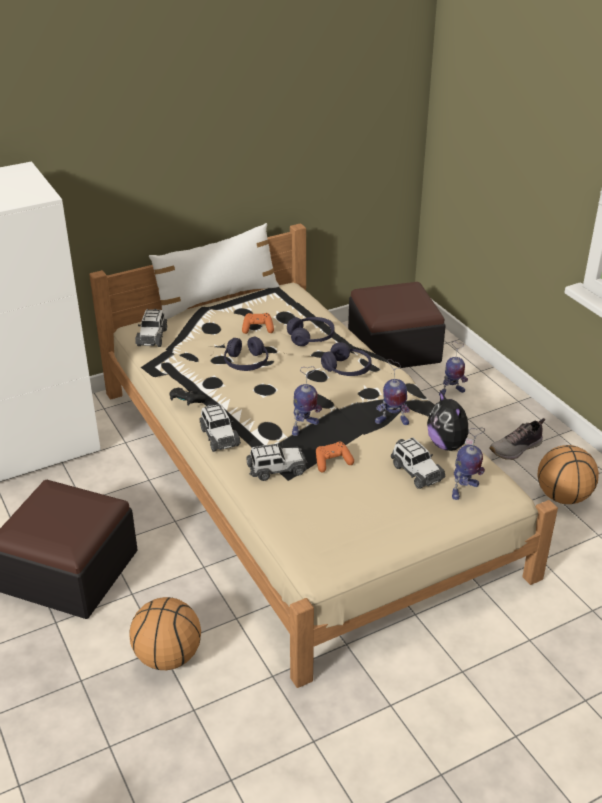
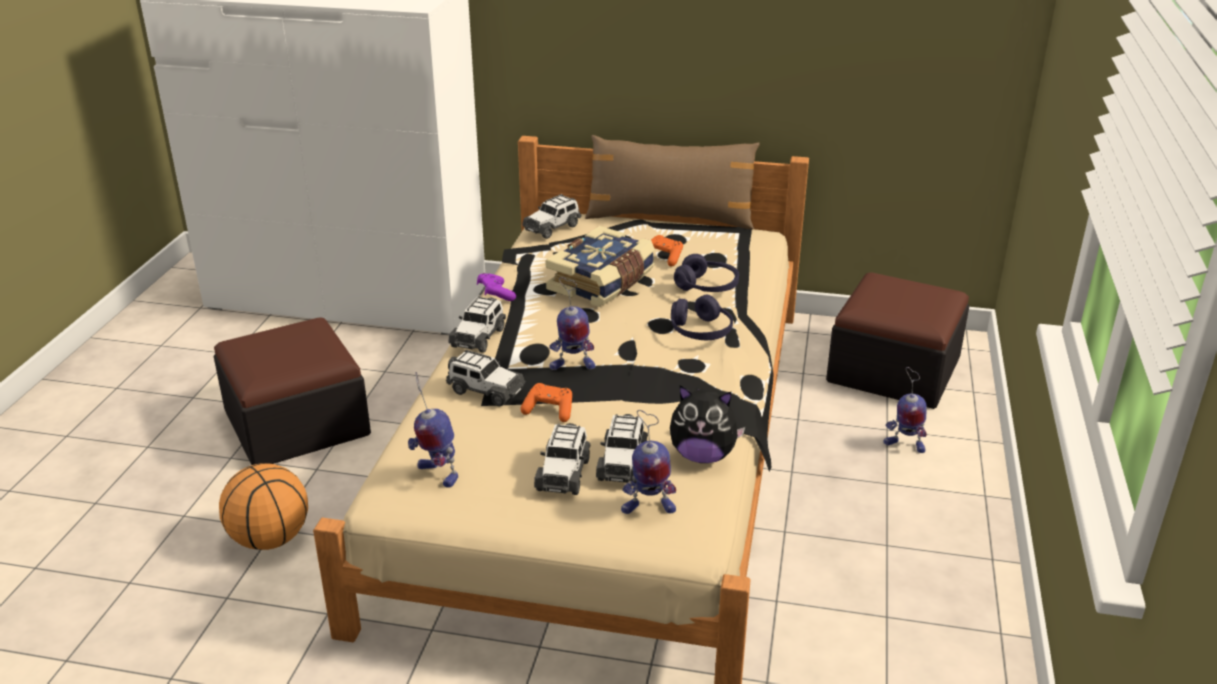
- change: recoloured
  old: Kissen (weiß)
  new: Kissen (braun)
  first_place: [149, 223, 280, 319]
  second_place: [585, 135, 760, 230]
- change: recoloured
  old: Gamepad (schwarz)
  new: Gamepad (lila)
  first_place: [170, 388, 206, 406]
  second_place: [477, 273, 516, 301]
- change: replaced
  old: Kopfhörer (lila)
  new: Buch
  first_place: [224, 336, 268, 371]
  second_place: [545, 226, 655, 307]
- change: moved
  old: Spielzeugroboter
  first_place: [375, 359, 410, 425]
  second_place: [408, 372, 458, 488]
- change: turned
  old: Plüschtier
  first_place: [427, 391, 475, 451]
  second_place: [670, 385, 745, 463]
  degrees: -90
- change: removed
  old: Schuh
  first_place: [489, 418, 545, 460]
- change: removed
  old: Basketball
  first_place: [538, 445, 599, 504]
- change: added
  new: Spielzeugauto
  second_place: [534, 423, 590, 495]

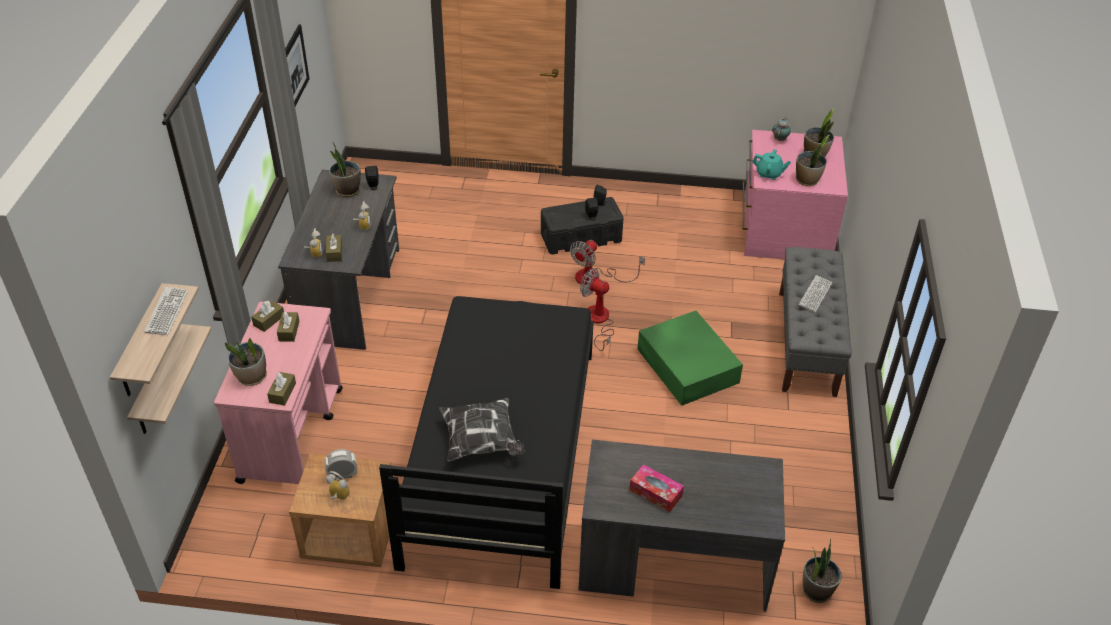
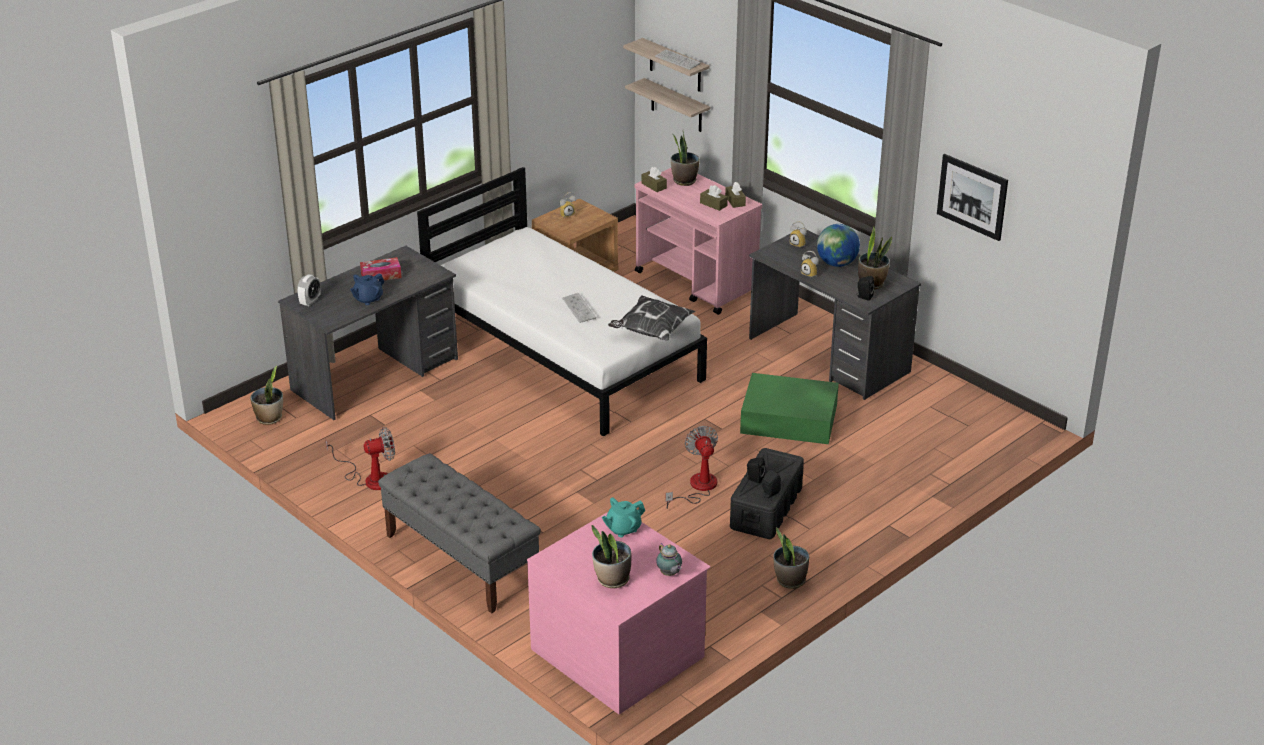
- change: moved
  old: Wecker
  first_place: [325, 449, 357, 480]
  second_place: [297, 274, 321, 306]
- change: removed
  old: Taschentuchbox (braun)
  first_place: [326, 233, 342, 262]
- change: recoloured
  old: Bett (schwarz)
  new: Bett (weiß)
  first_place: [379, 296, 594, 589]
  second_place: [417, 167, 707, 437]
- change: moved
  old: Kissen
  first_place: [439, 398, 525, 461]
  second_place: [608, 296, 695, 341]
- change: moved
  old: Ventilator
  first_place: [580, 268, 614, 351]
  second_place: [325, 427, 395, 490]
- change: moved
  old: Aufbewahrungsbox (grün)
  first_place: [637, 311, 743, 406]
  second_place: [740, 373, 839, 444]
- change: moved
  old: Topfpflanze
  first_place: [796, 135, 829, 186]
  second_place: [773, 527, 809, 589]
- change: moved
  old: Tastatur
  first_place: [799, 275, 832, 312]
  second_place: [562, 293, 596, 323]
- change: added
  new: Teekanne (blau)
  second_place: [350, 273, 384, 305]
- change: added
  new: Globus
  second_place: [817, 224, 860, 267]

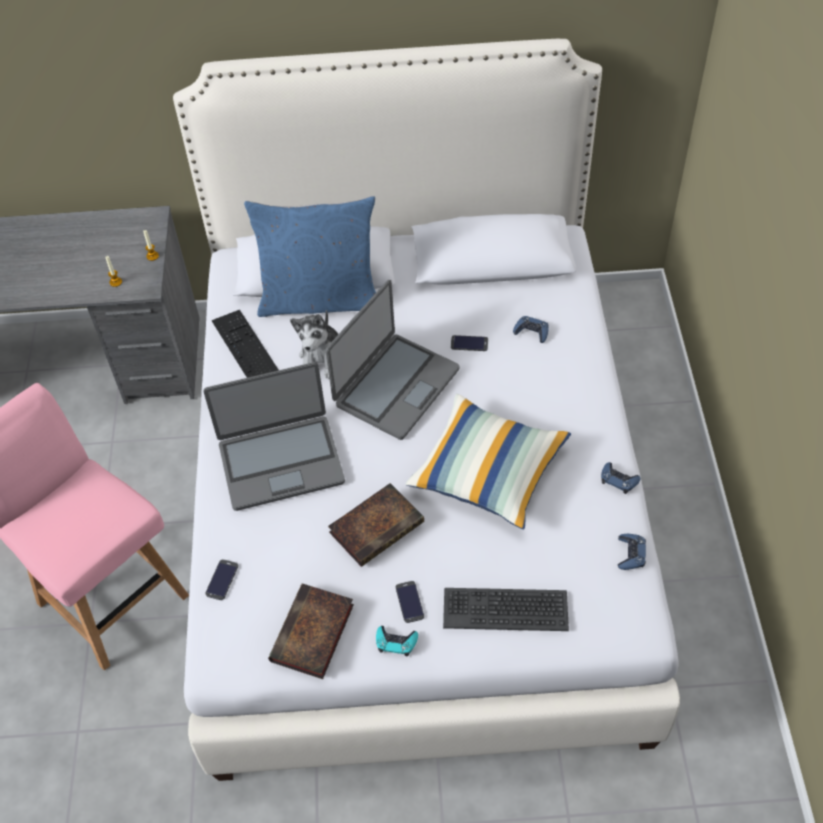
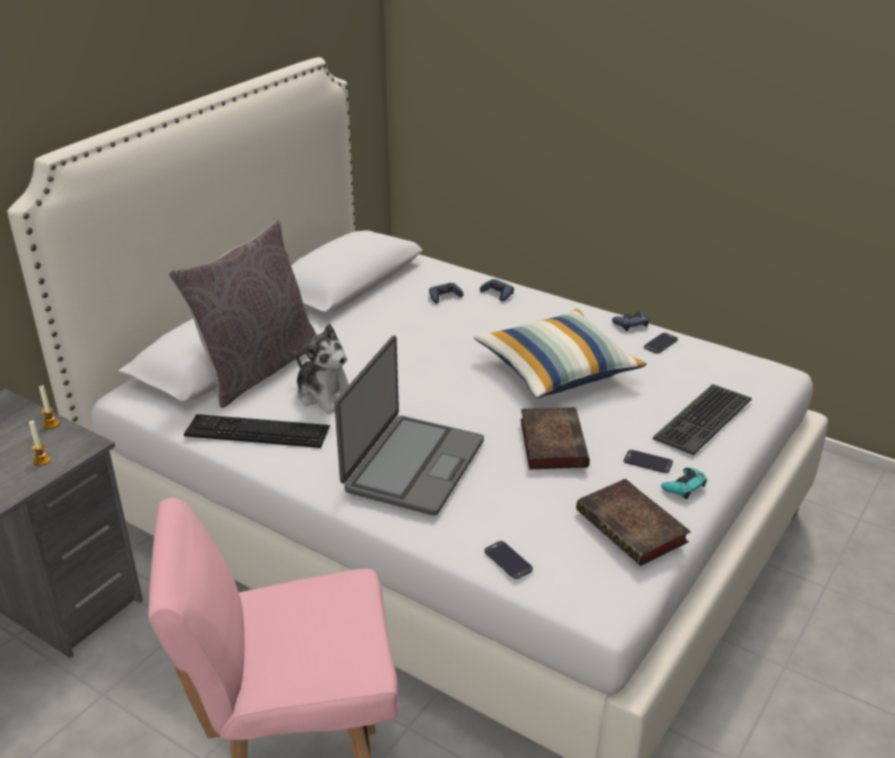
- change: recoloured
  old: Kissen (blau)
  new: Kissen (grau)
  first_place: [244, 196, 376, 317]
  second_place: [168, 221, 316, 408]
- change: removed
  old: Laptop
  first_place: [325, 280, 460, 440]
- change: moved
  old: Handy
  first_place: [451, 335, 489, 351]
  second_place: [644, 332, 678, 354]
- change: moved
  old: Gamepad (blau)
  first_place: [618, 534, 646, 570]
  second_place: [480, 279, 514, 301]

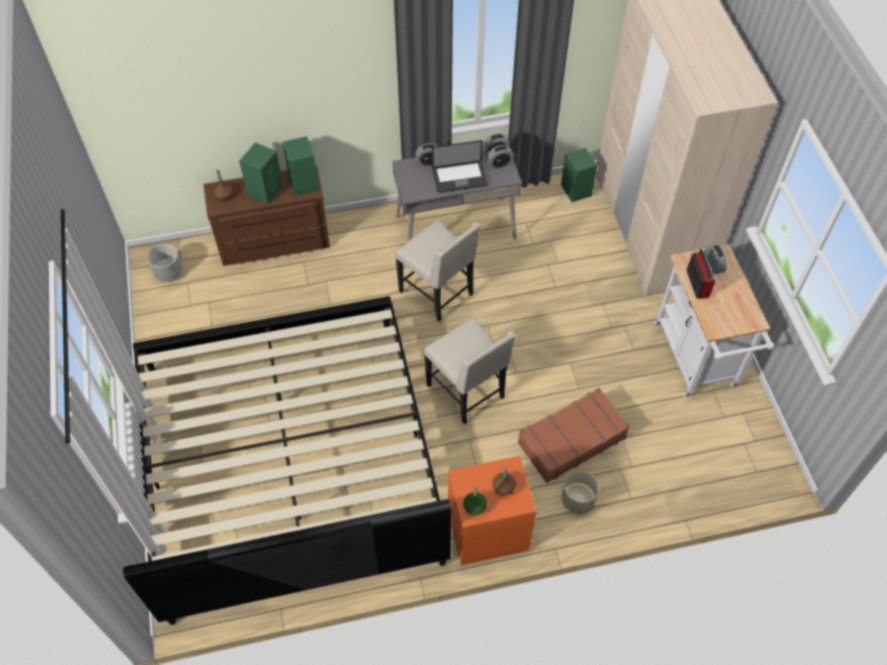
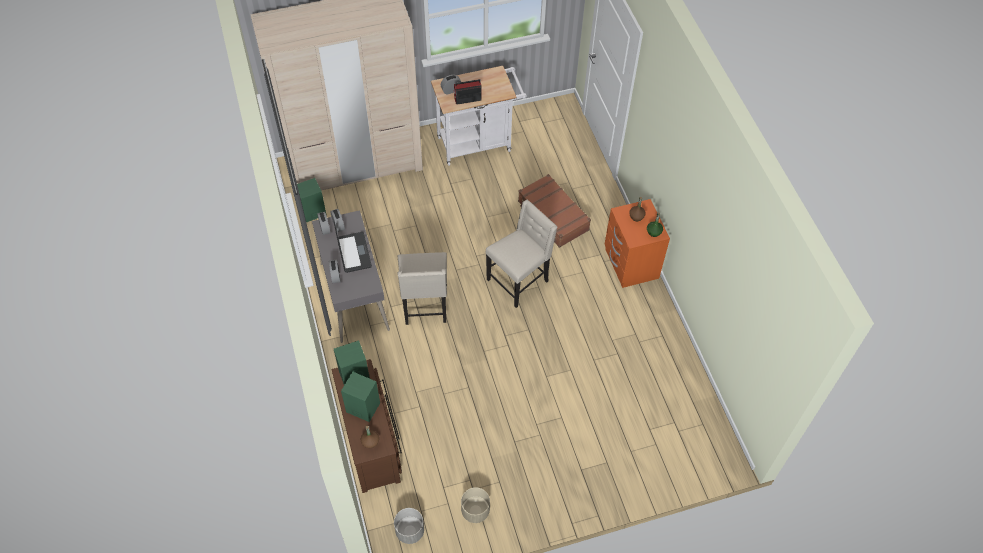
- change: removed
  old: Bett
  first_place: [123, 296, 452, 625]
- change: turned
  old: Stuhl (beige)
  first_place: [395, 220, 480, 322]
  second_place: [397, 252, 447, 325]
  degrees: 135
- change: moved
  old: Pflanzkübel (beige)
  first_place: [562, 471, 599, 514]
  second_place: [461, 487, 490, 523]

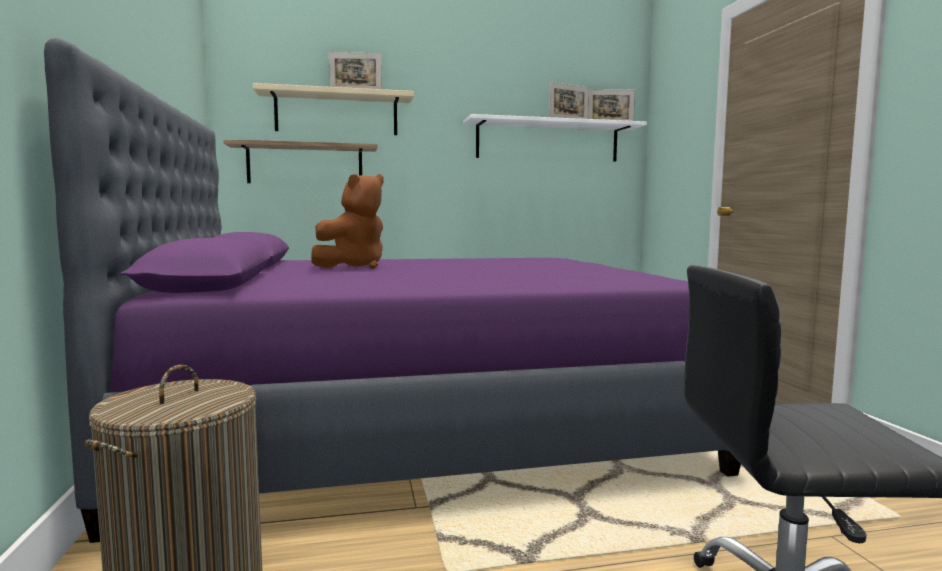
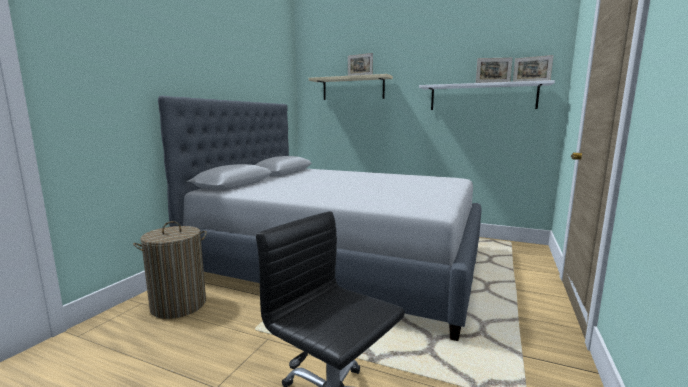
- change: recoloured
  old: Bett (lila)
  new: Bett (grau)
  first_place: [44, 38, 741, 543]
  second_place: [158, 96, 482, 341]
- change: removed
  old: Wandregal
  first_place: [223, 139, 377, 183]
- change: removed
  old: Plüschtier (braun)
  first_place: [311, 174, 384, 269]

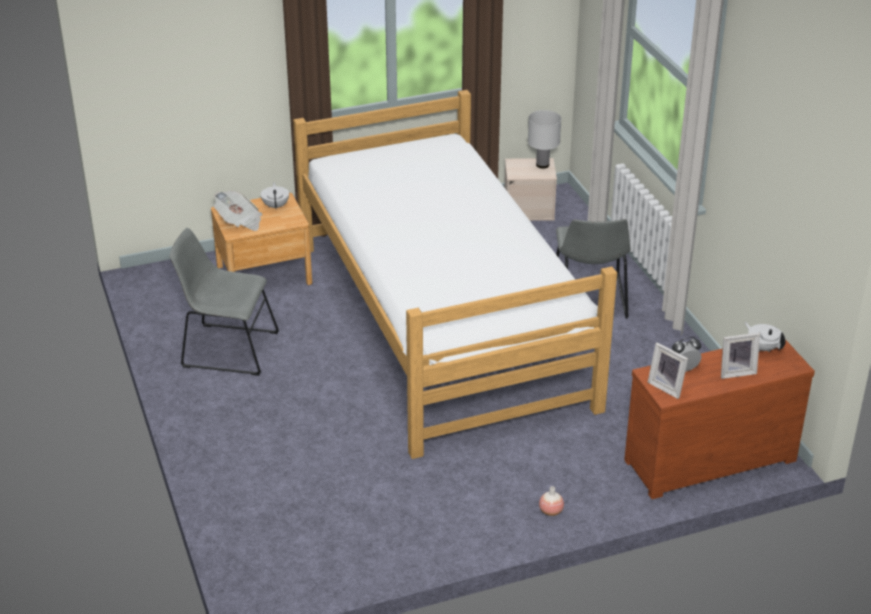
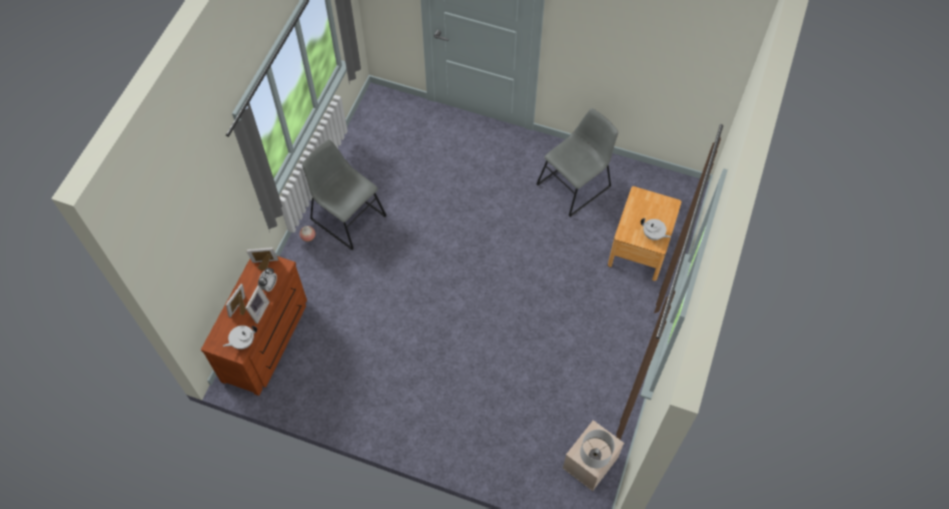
- change: removed
  old: Zeitung
  first_place: [214, 191, 262, 231]
- change: removed
  old: Bett
  first_place: [293, 90, 617, 459]
- change: moved
  old: Stuhl (grau)
  first_place: [556, 219, 631, 319]
  second_place: [302, 139, 387, 250]
- change: turned
  old: Teekanne (weiß)
  first_place: [744, 322, 786, 352]
  second_place: [223, 325, 257, 349]
  degrees: 150
- change: added
  new: Bilderrahmen
  second_place: [245, 285, 269, 324]

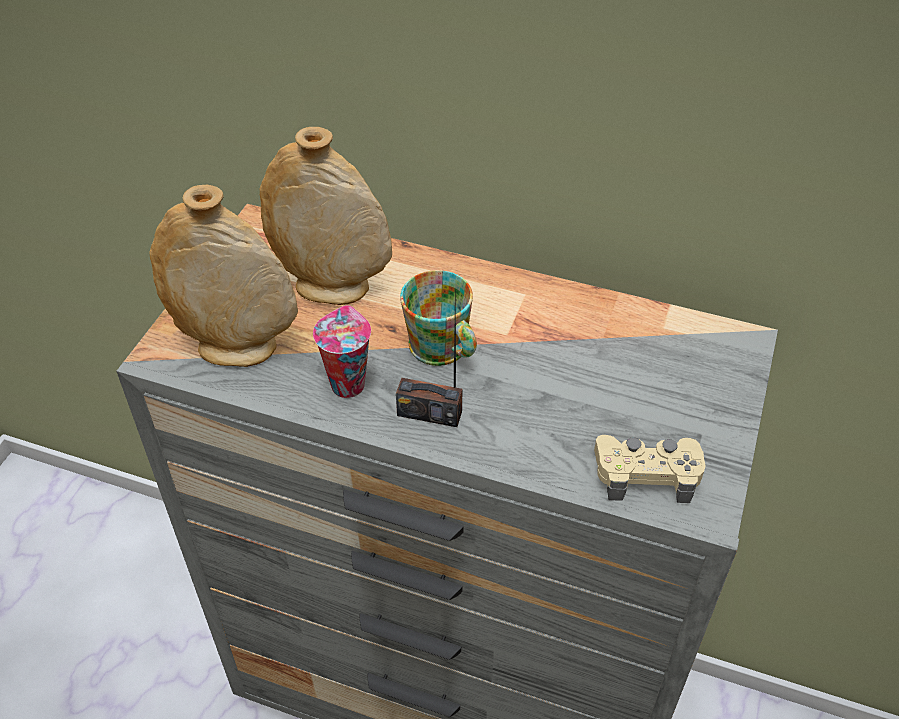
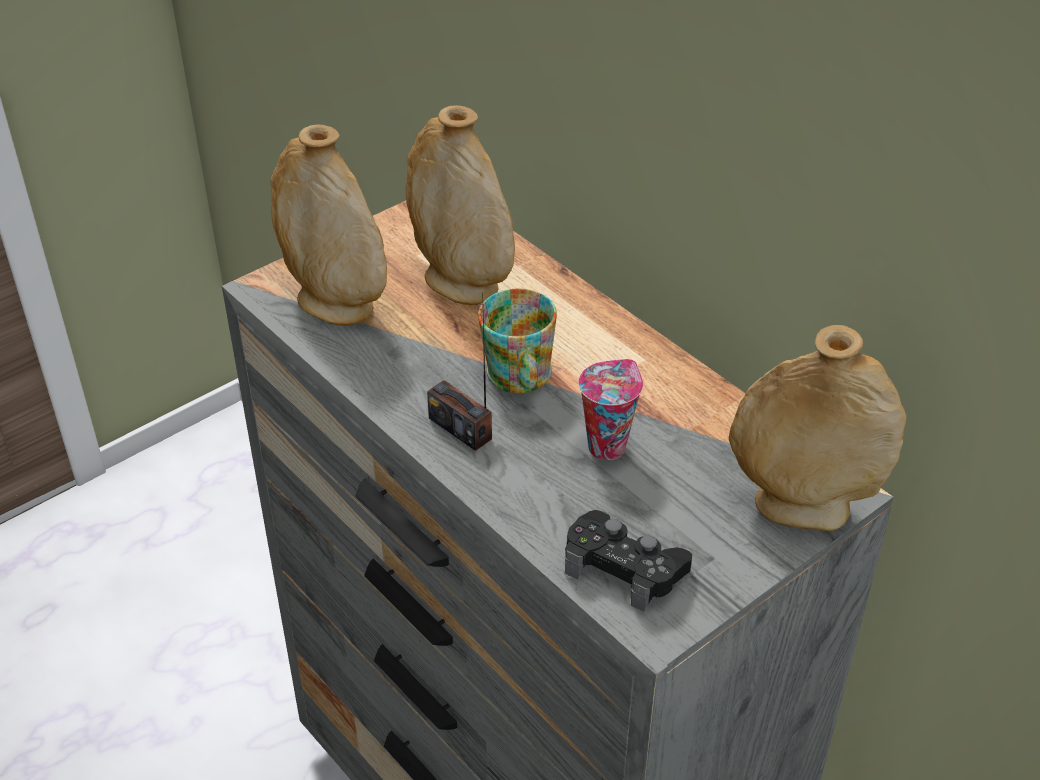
- change: moved
  old: Tasse
  first_place: [313, 305, 371, 398]
  second_place: [579, 359, 643, 460]
- change: recoloured
  old: Gamepad (beige)
  new: Gamepad (schwarz)
  first_place: [594, 435, 706, 503]
  second_place: [565, 510, 692, 612]
- change: added
  new: Vase (beige)
  second_place: [729, 325, 907, 531]

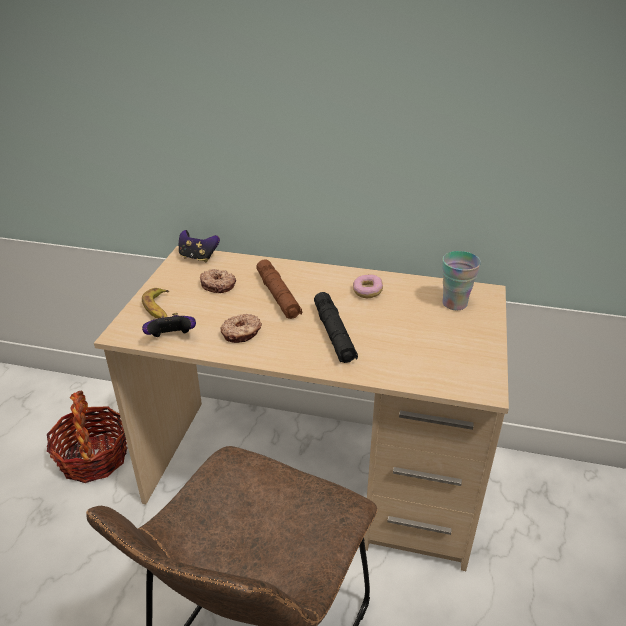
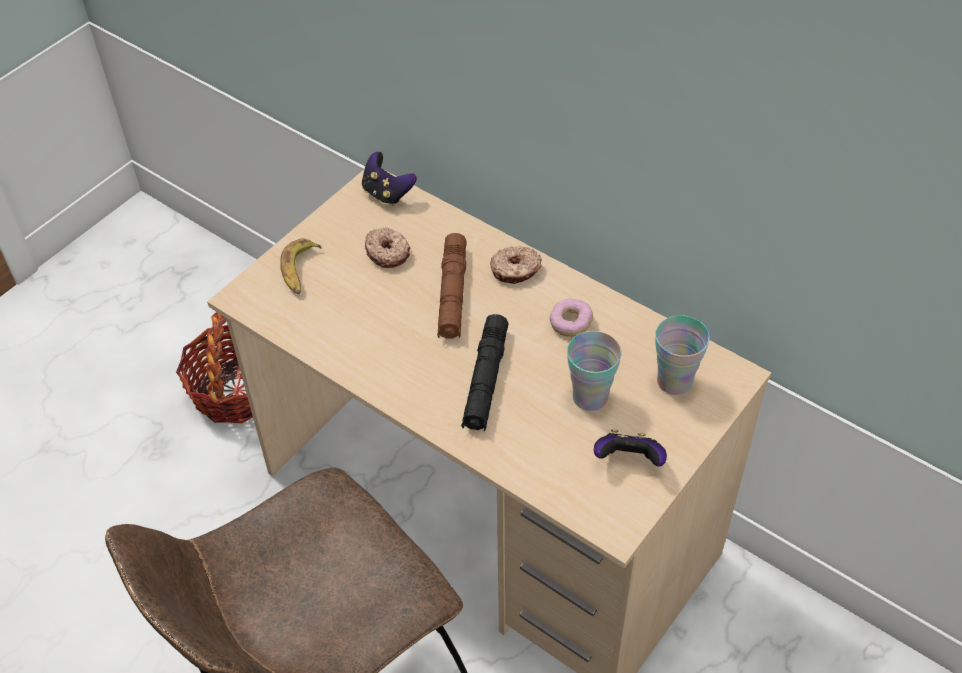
- change: moved
  old: Gamepad
  first_place: [142, 313, 196, 337]
  second_place: [594, 429, 667, 467]
- change: moved
  old: Donut
  first_place: [221, 314, 262, 343]
  second_place: [490, 246, 542, 284]
- change: added
  new: Tasse
  second_place: [567, 331, 621, 411]

